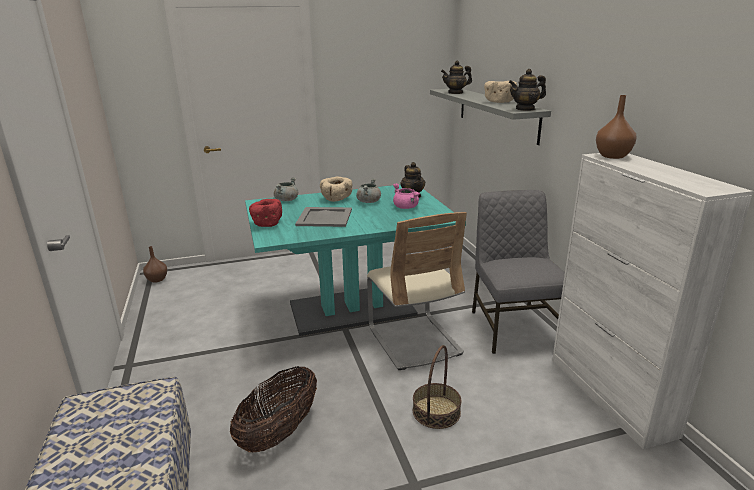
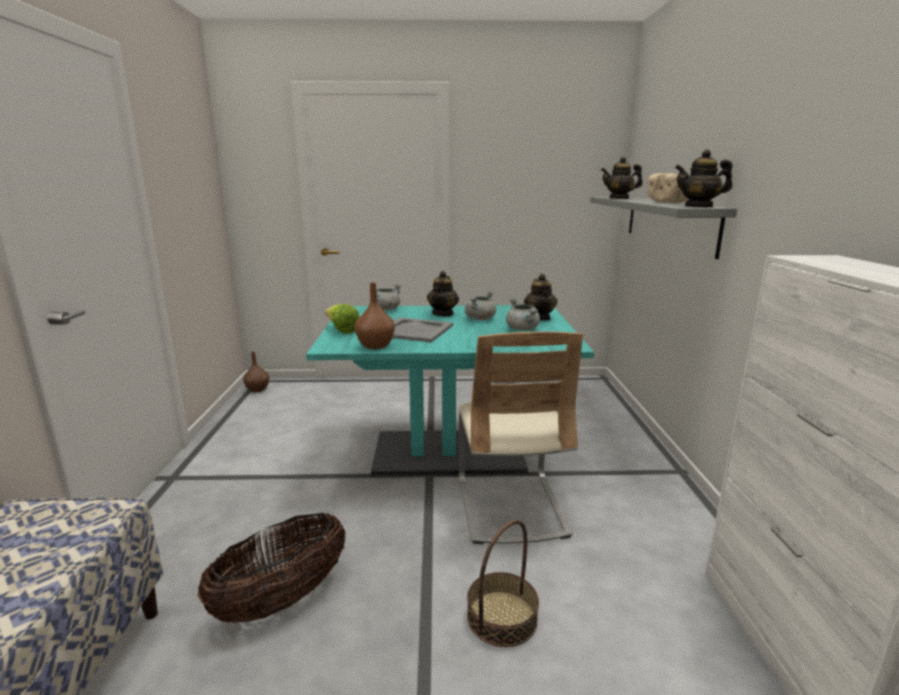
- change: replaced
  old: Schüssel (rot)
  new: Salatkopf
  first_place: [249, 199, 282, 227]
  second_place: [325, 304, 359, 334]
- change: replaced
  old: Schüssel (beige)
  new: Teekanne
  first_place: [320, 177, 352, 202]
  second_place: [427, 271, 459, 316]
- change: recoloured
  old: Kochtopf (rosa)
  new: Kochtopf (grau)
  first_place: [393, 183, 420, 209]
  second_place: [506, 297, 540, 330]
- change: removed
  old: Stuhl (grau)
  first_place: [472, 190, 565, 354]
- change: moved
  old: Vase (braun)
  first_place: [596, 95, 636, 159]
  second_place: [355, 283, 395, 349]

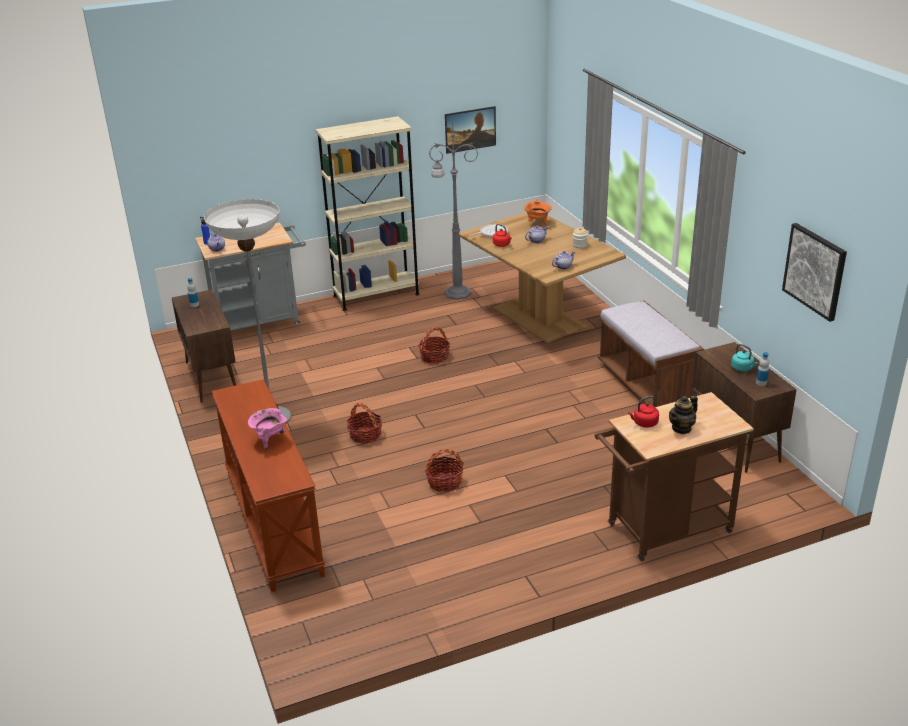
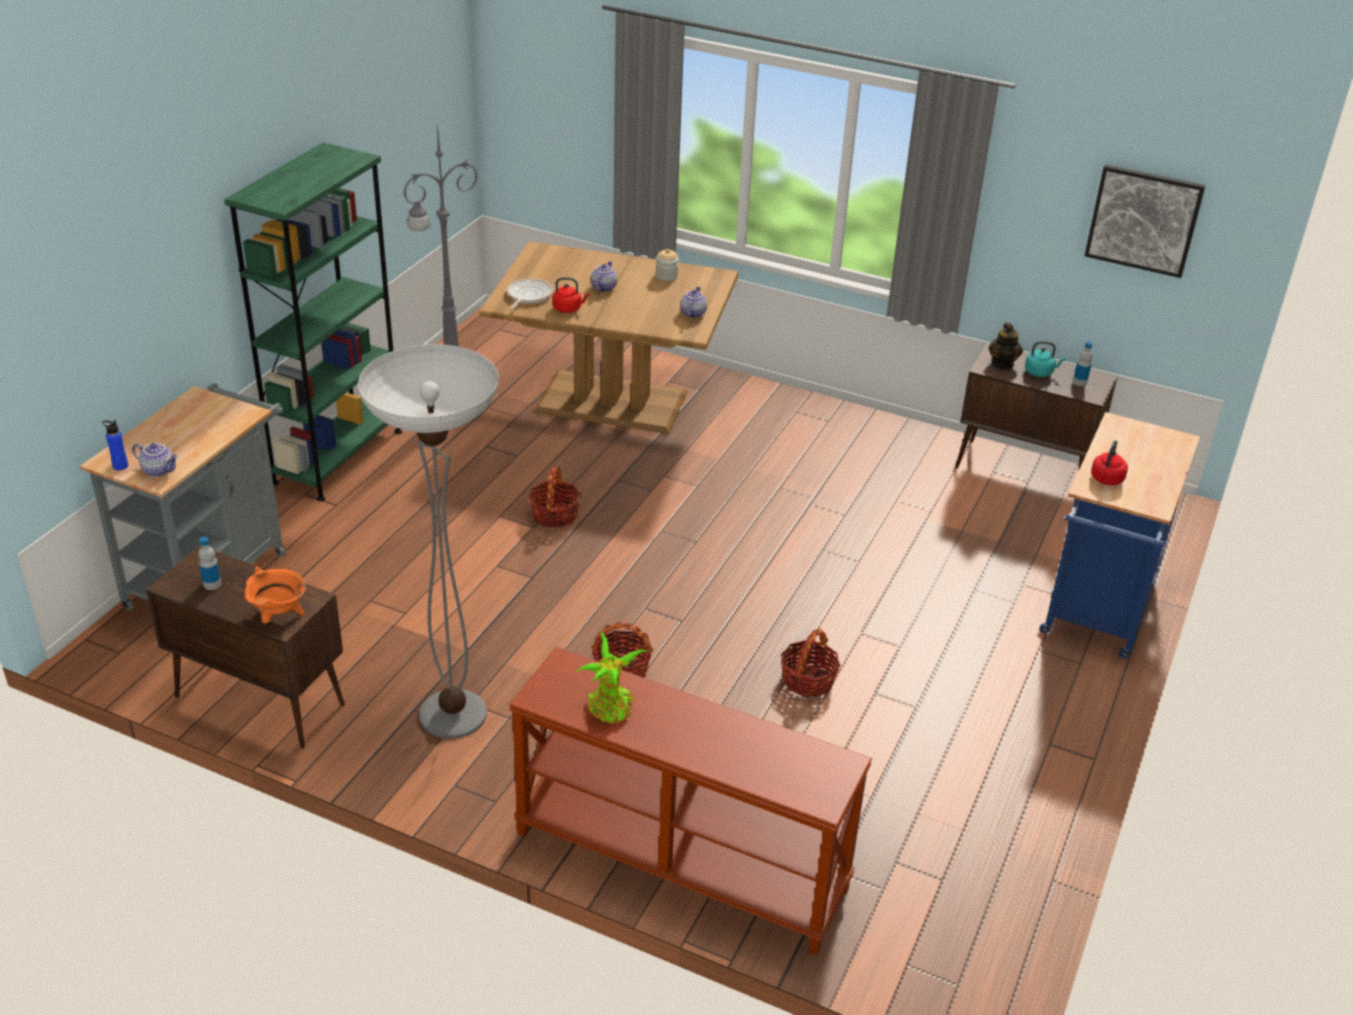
- change: removed
  old: Kochtopf (rosa)
  first_place: [248, 408, 287, 450]
- change: recoloured
  old: Bücherregal (beige)
  new: Bücherregal (grün)
  first_place: [315, 116, 420, 311]
  second_place: [224, 142, 402, 501]
- change: removed
  old: Bild
  first_place: [445, 106, 496, 154]
- change: moved
  old: Kochtopf (orange)
  first_place: [524, 199, 552, 226]
  second_place: [245, 566, 306, 623]
- change: recoloured
  old: Rollwagen (braun)
  new: Rollwagen (blau)
  first_place: [595, 392, 754, 562]
  second_place: [1039, 412, 1200, 658]
- change: removed
  old: Bank (braun)
  first_place: [598, 301, 704, 407]
- change: moved
  old: Teekanne
  first_place: [669, 396, 698, 434]
  second_place: [989, 323, 1023, 369]
- change: added
  new: Topfpflanze
  second_place: [576, 632, 647, 723]

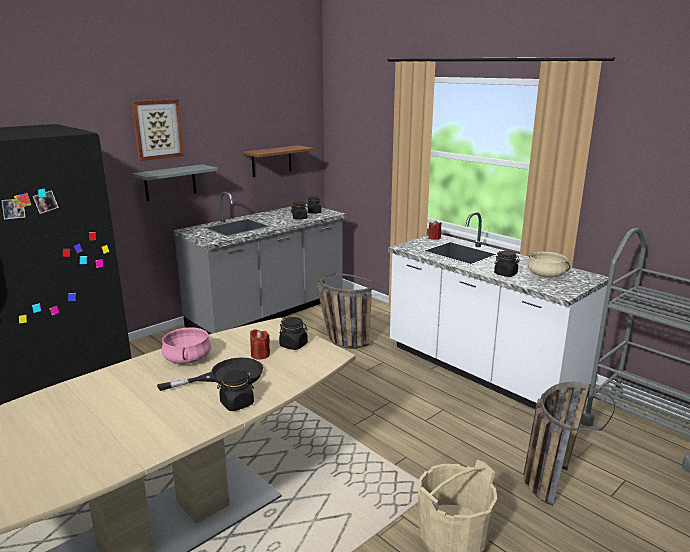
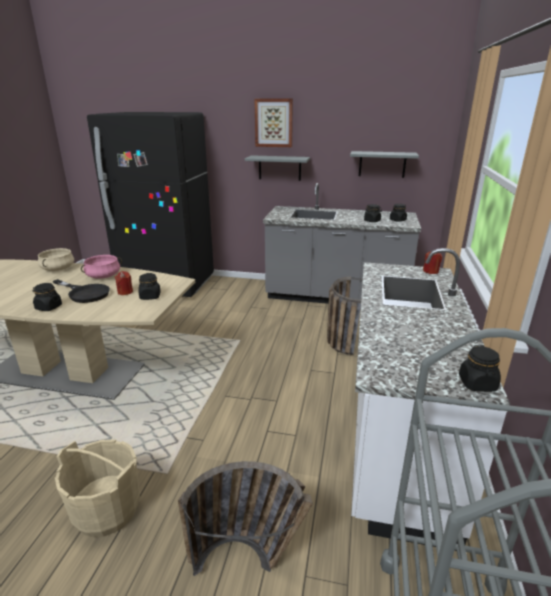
- change: recoloured
  old: Wandregal (braun)
  new: Wandregal (grau)
  first_place: [243, 145, 314, 177]
  second_place: [350, 151, 419, 178]
- change: moved
  old: Vorratsglas (schwarz)
  first_place: [494, 251, 520, 277]
  second_place: [459, 345, 501, 392]
- change: moved
  old: Kochtopf (beige)
  first_place: [527, 252, 570, 278]
  second_place: [38, 248, 74, 271]

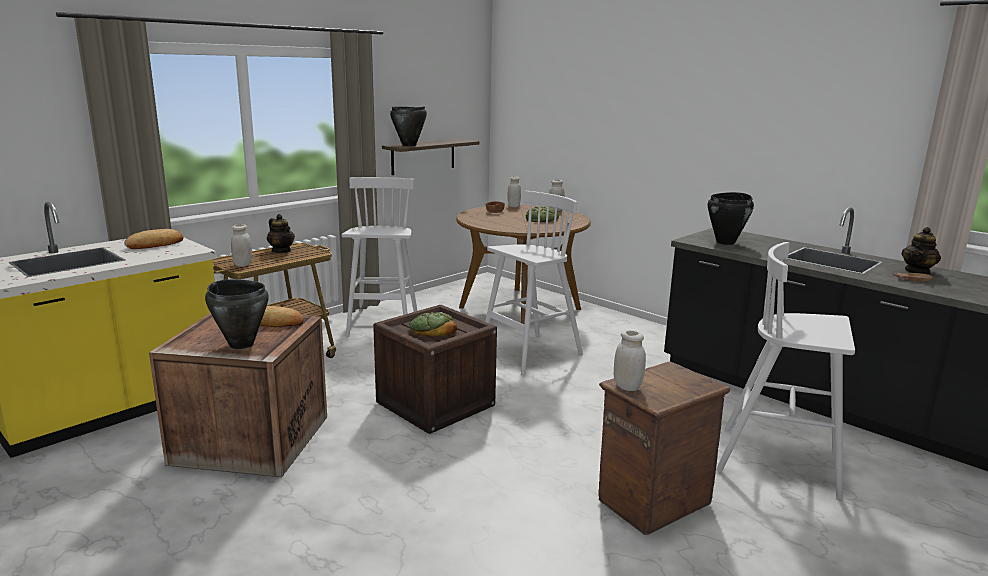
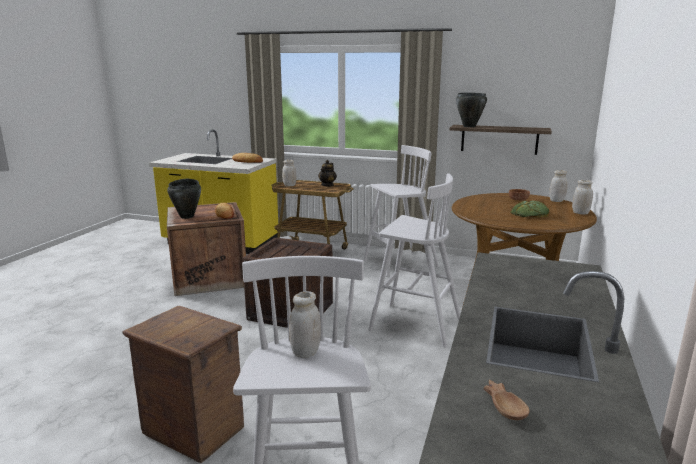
- change: removed
  old: Brot
  first_place: [409, 312, 458, 336]
- change: moved
  old: Vorratsglas (weiß)
  first_place: [614, 330, 646, 391]
  second_place: [289, 291, 321, 358]
- change: removed
  old: Kochtopf (schwarz)
  first_place: [708, 192, 754, 245]
- change: removed
  old: Teekanne
  first_place: [902, 227, 941, 275]

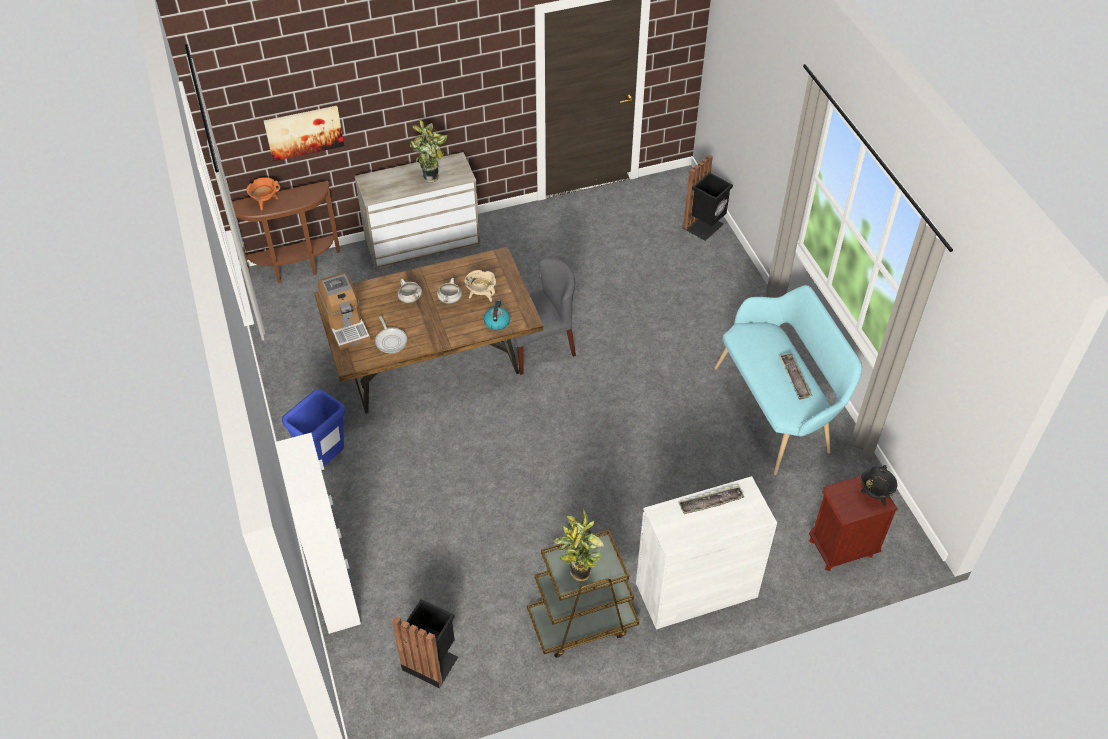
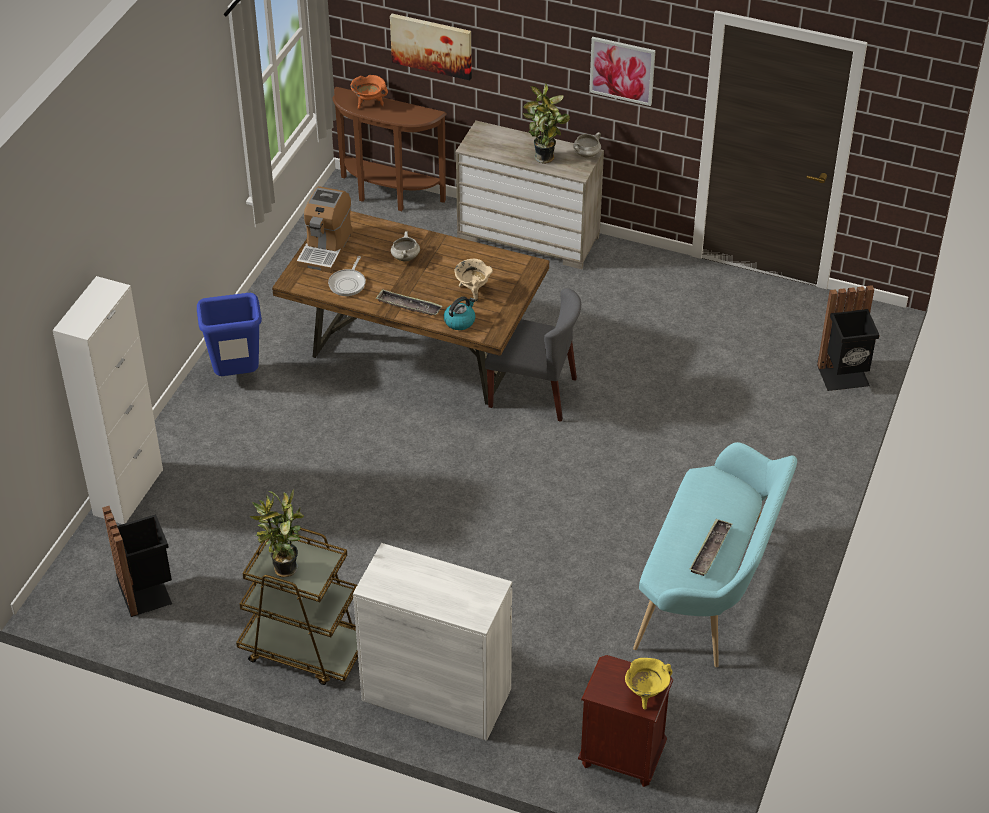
- change: moved
  old: Kochtopf (weiß)
  first_place: [437, 278, 462, 304]
  second_place: [573, 132, 601, 158]
- change: moved
  old: Tablett
  first_place: [678, 485, 745, 514]
  second_place: [376, 289, 442, 315]
- change: recoloured
  old: Kochtopf (schwarz)
  new: Kochtopf (gelb)
  first_place: [861, 465, 897, 506]
  second_place: [625, 658, 673, 710]
- change: added
  new: Bild
  second_place: [589, 37, 656, 106]

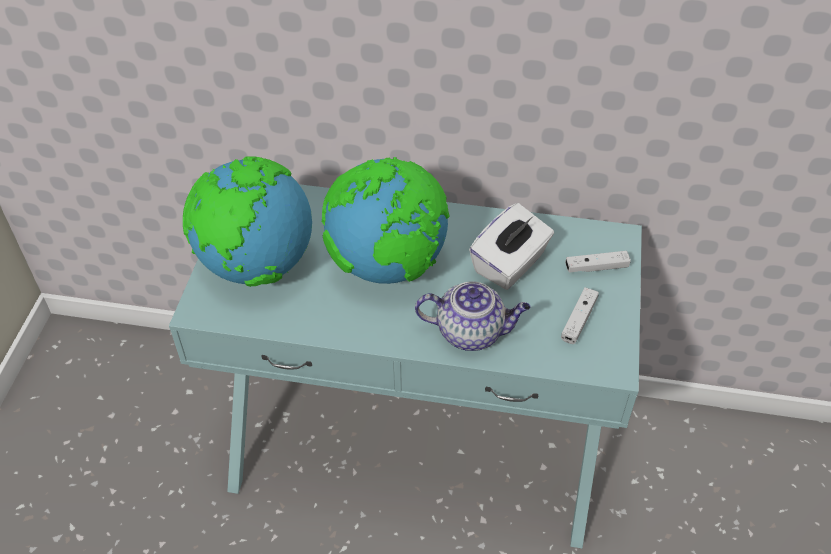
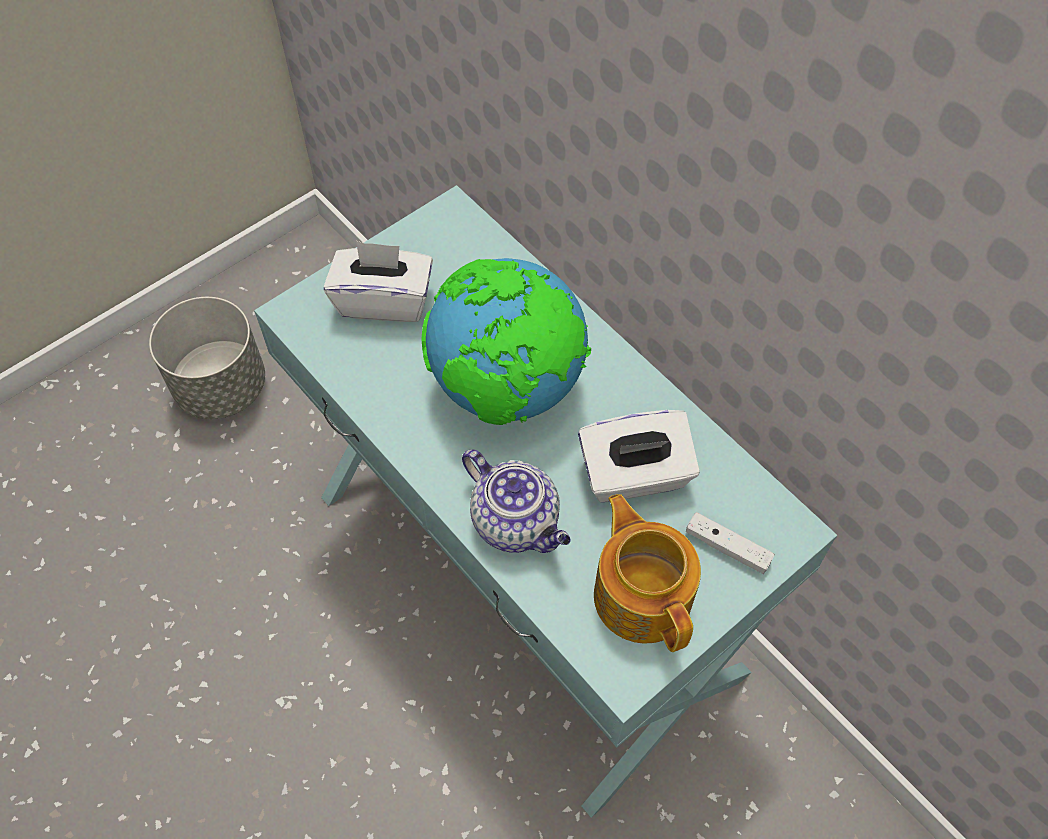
- change: replaced
  old: Globus
  new: Taschentuchbox (weiß)
  first_place: [183, 156, 312, 287]
  second_place: [324, 241, 433, 322]
- change: replaced
  old: Gamepad (weiß)
  new: Teekanne
  first_place: [561, 287, 599, 344]
  second_place: [594, 494, 701, 652]
- change: added
  new: Pflanzkübel (grau)
  second_place: [149, 297, 265, 419]

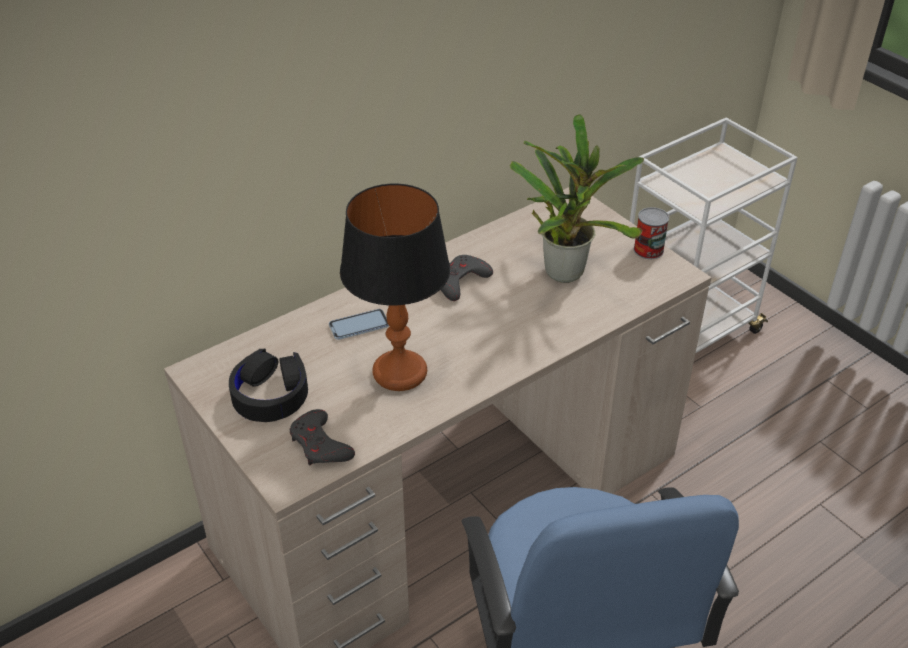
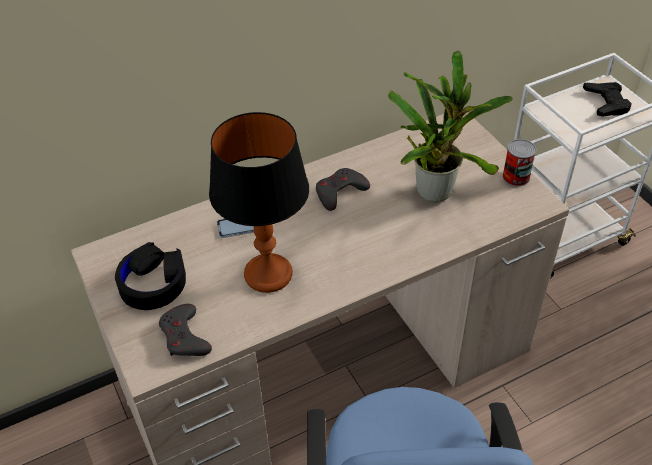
- change: added
  new: Gamepad (schwarz)
  second_place: [583, 82, 632, 117]

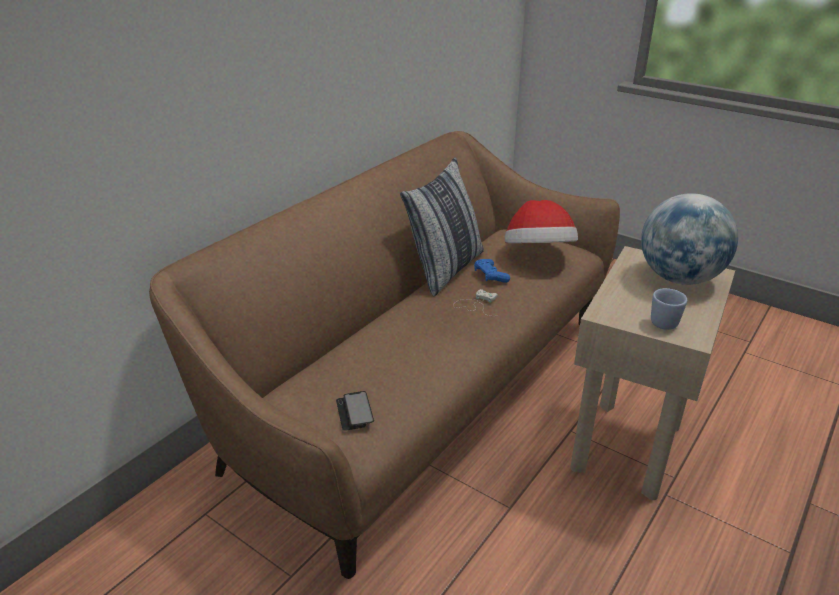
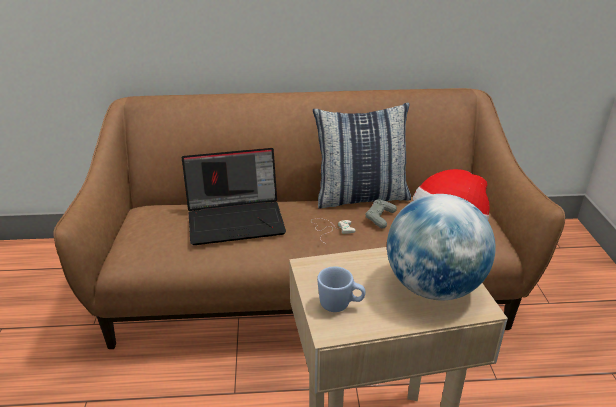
- change: removed
  old: Handy
  first_place: [336, 391, 374, 431]
- change: recoloured
  old: Gamepad (blau)
  new: Gamepad (grau)
  first_place: [474, 259, 510, 283]
  second_place: [366, 199, 397, 229]
- change: added
  new: Laptop
  second_place: [182, 148, 286, 245]

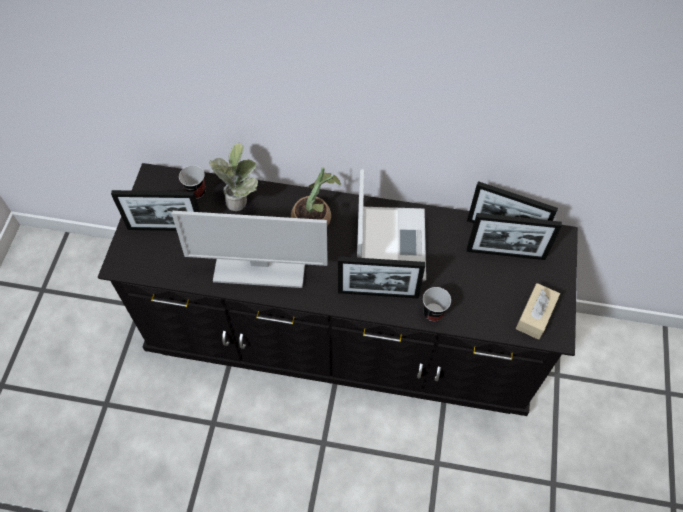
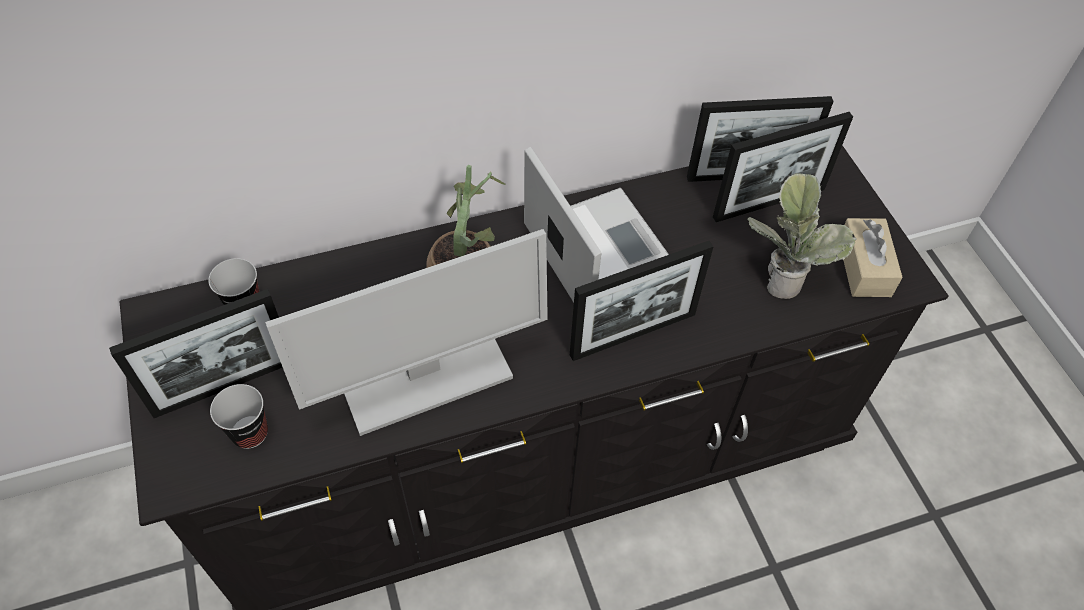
- change: moved
  old: Topfpflanze
  first_place: [209, 143, 258, 211]
  second_place: [747, 173, 857, 299]
- change: moved
  old: Tasse
  first_place: [423, 287, 451, 321]
  second_place: [210, 384, 268, 449]

